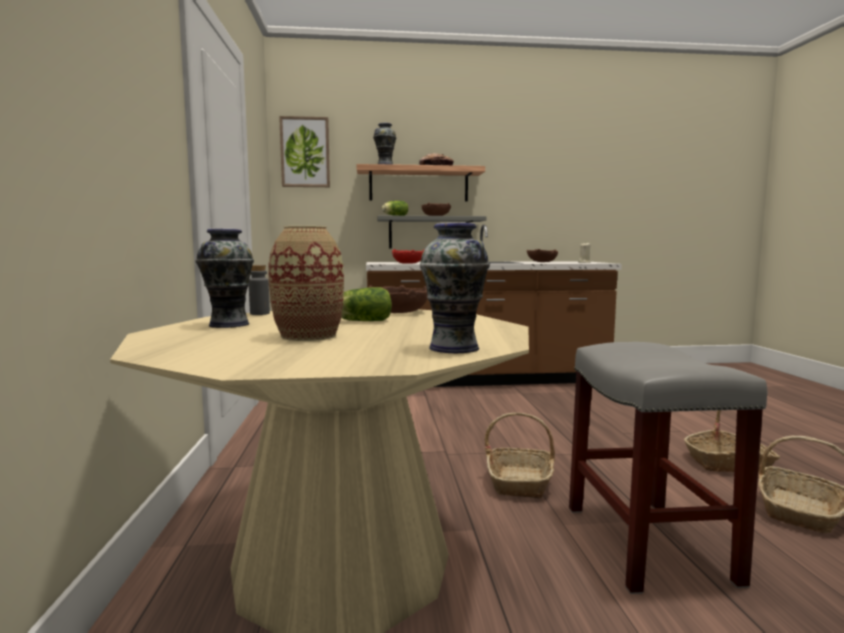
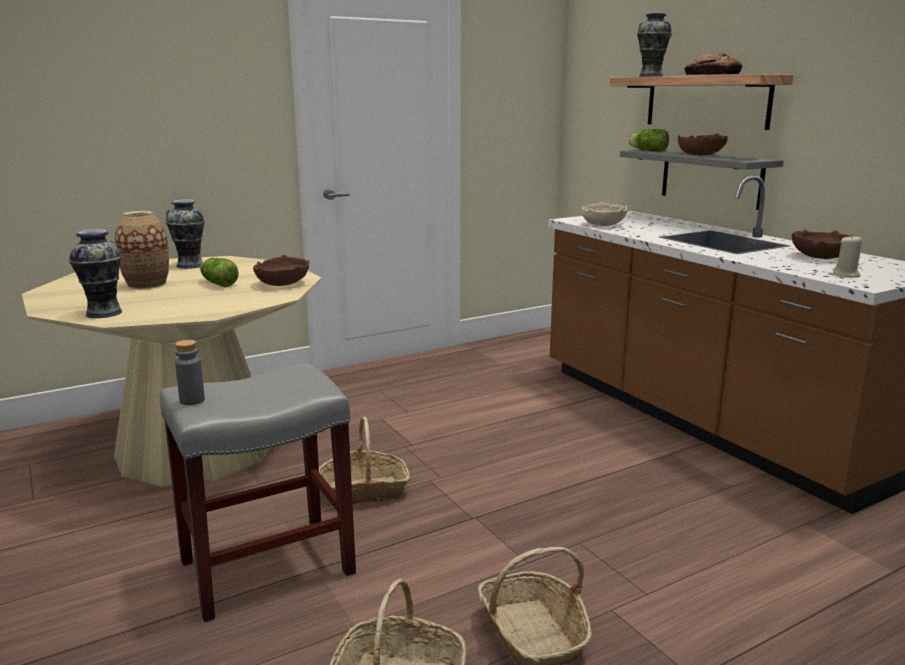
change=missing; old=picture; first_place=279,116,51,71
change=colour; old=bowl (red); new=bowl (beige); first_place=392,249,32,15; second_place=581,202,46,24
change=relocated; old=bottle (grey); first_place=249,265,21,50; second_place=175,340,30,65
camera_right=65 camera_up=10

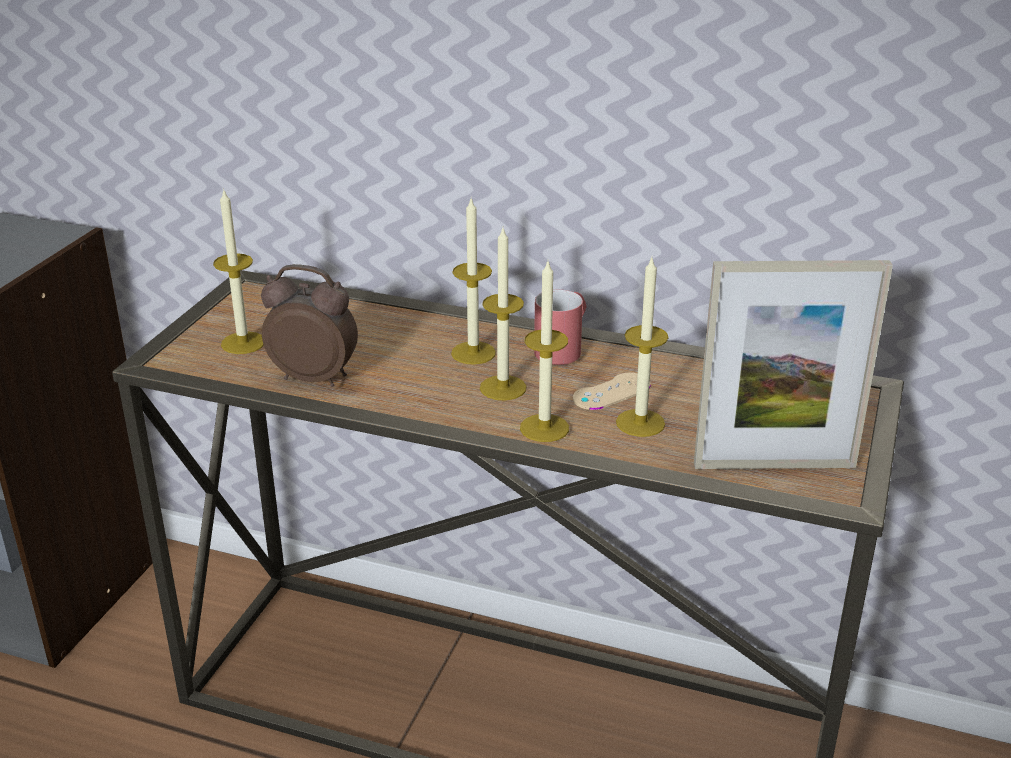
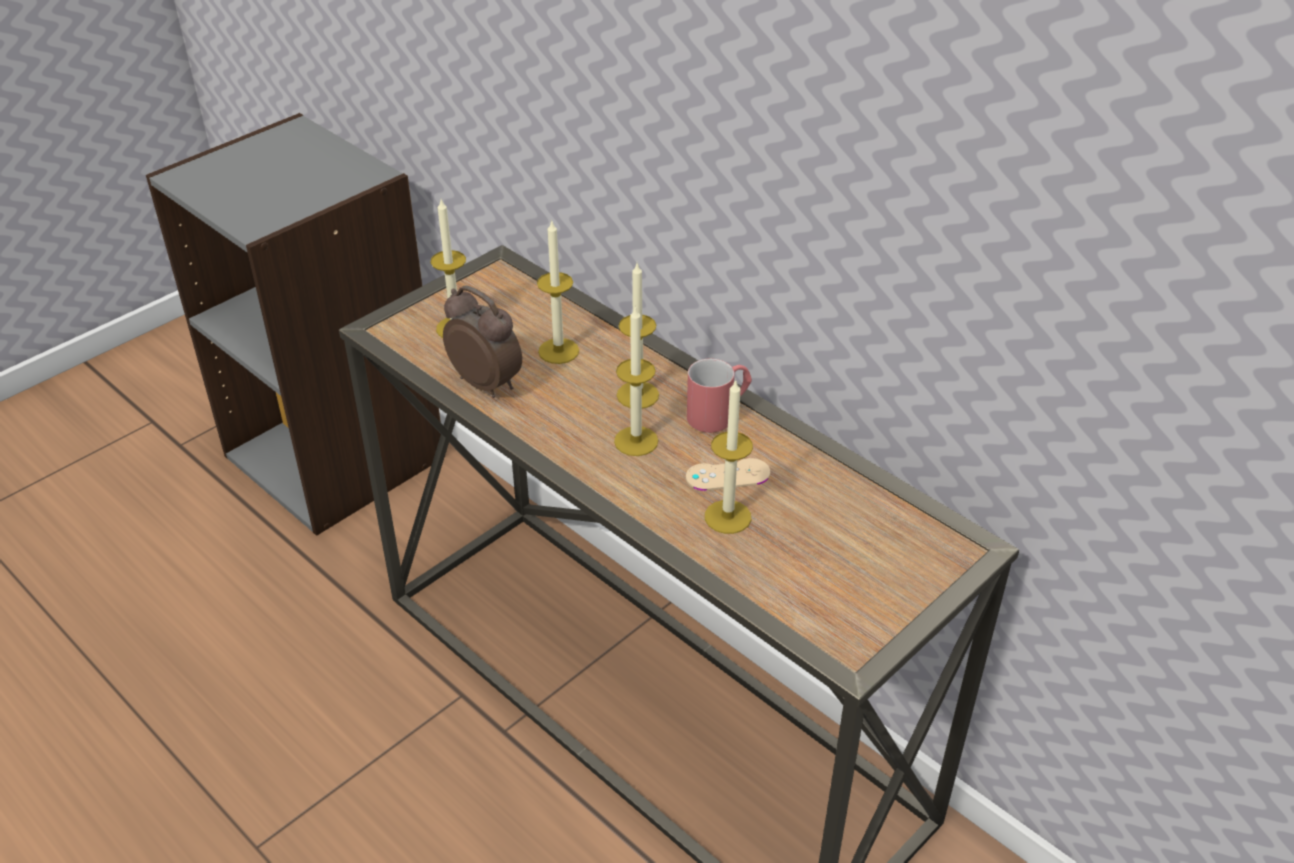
change=missing; old=picture frame; first_place=694,260,199,209
change=relocated; old=candle; first_place=520,262,49,180; second_place=537,219,42,145
camera_right=25 camera_up=10

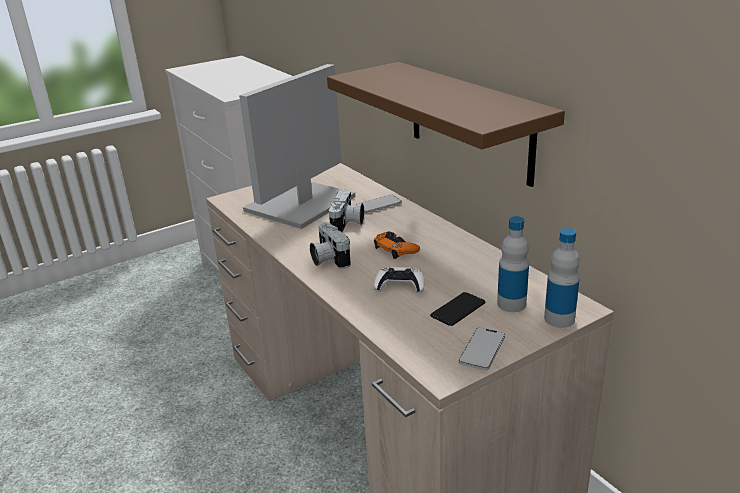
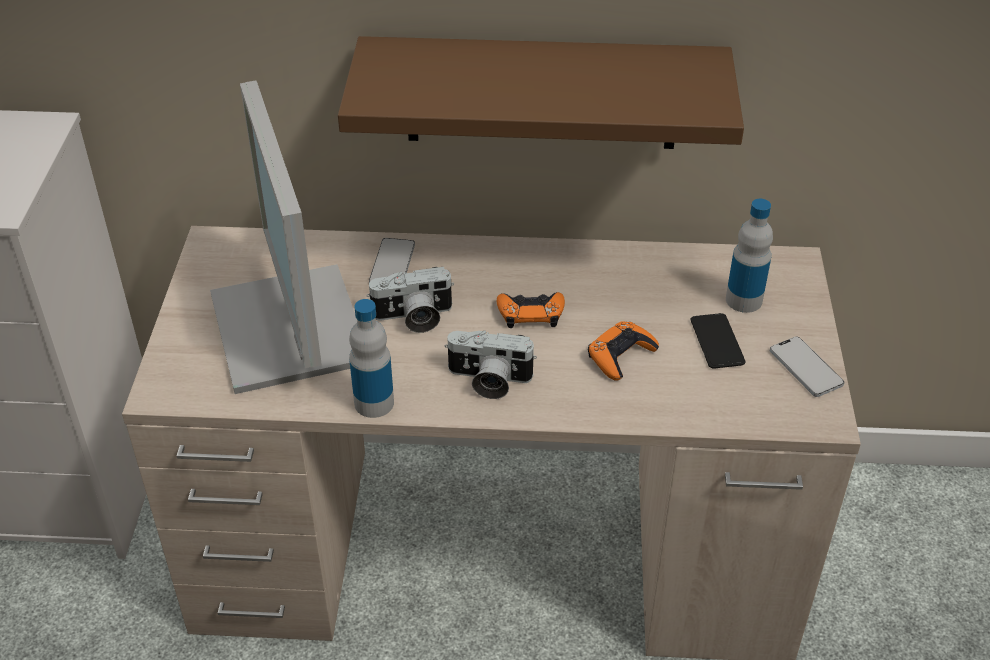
change=spun; old=photo camera; first_place=329,190,35,42; second_place=366,267,88,66; degrees=120
change=relocated; old=bottle; first_place=544,228,36,100; second_place=349,299,45,119
change=colour; old=game controller (white); new=game controller (orange); first_place=374,267,51,26; second_place=588,321,71,60
camera_right=-55 camera_up=15

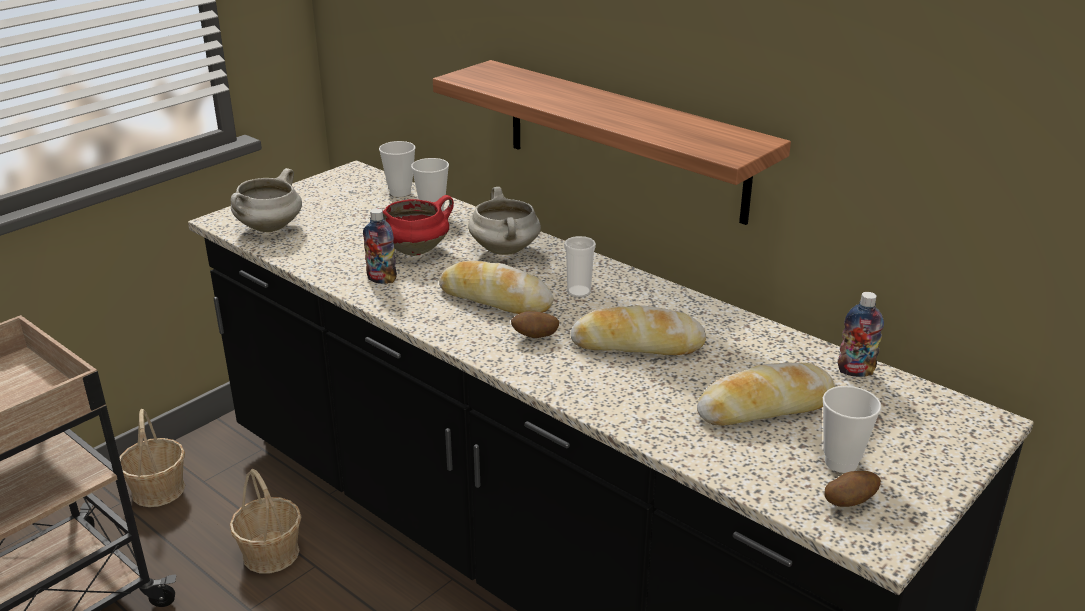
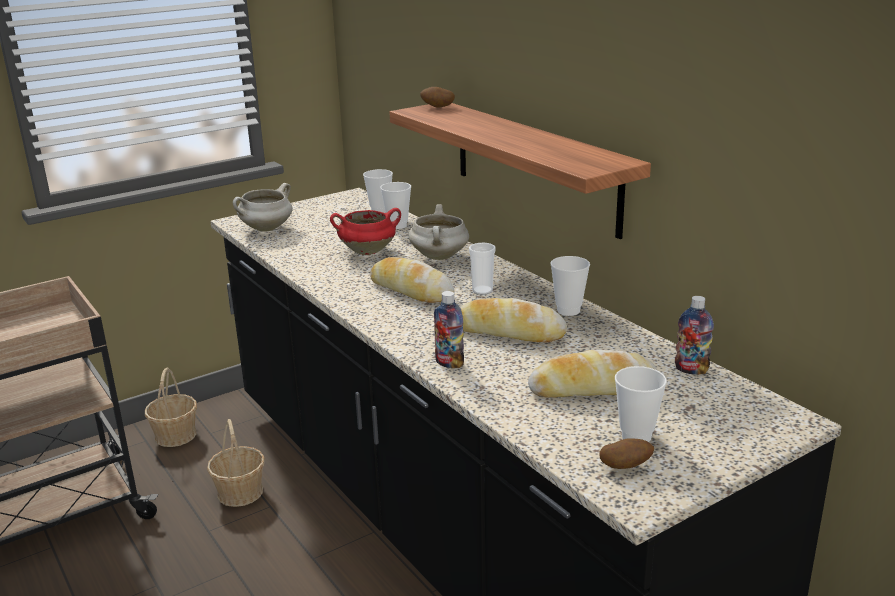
change=relocated; old=bottle; first_place=363,208,34,76; second_place=434,291,30,77
change=relocated; old=potato; first_place=511,311,48,27; second_place=420,87,35,21
change=appeared; new=cup; second_place=550,256,40,60
camera_right=15 camera_up=-5

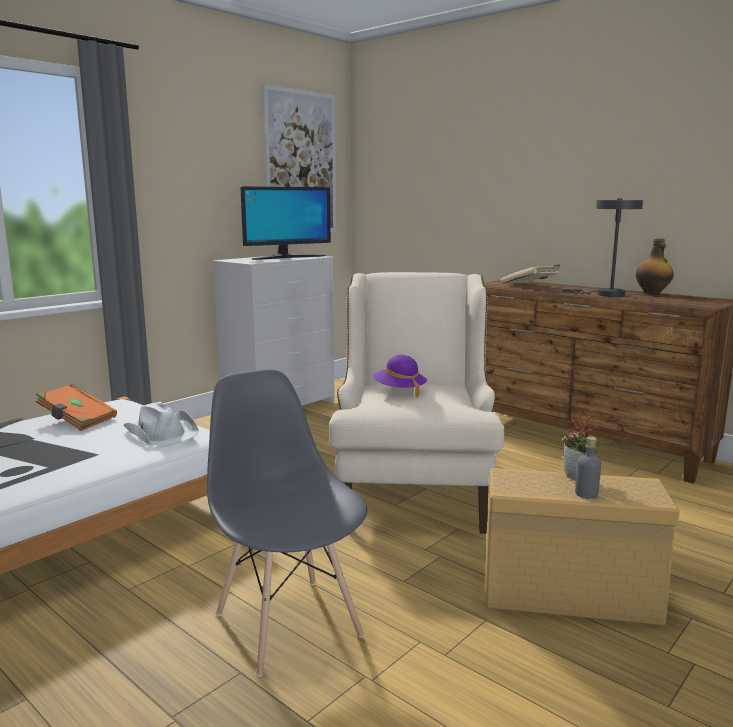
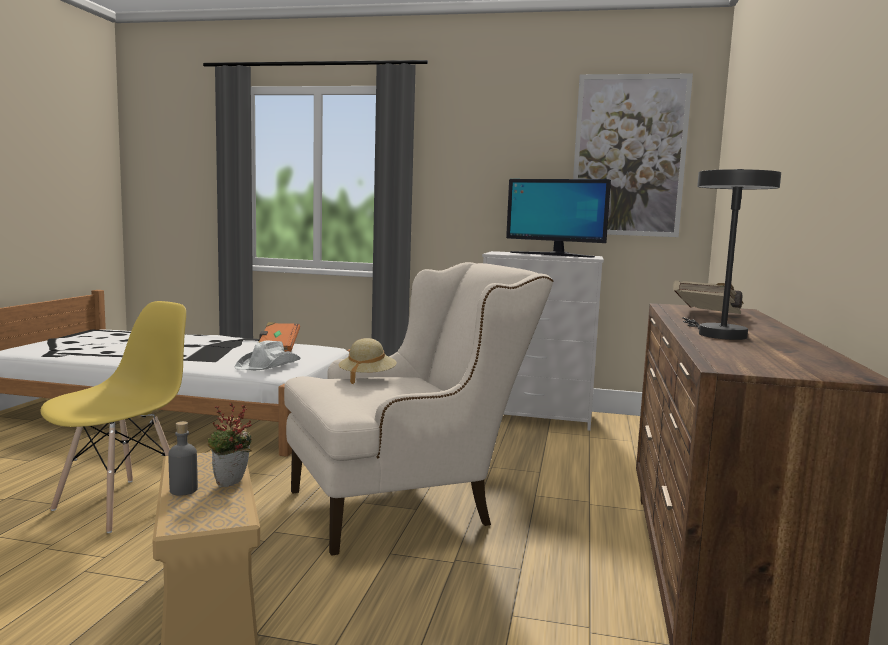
change=missing; old=bottle; first_place=636,238,38,57
change=colour; old=hat (purple); new=hat (beige); first_place=373,355,54,43; second_place=339,338,58,46
change=colour; old=chair (grey); new=chair (yellow); first_place=207,369,160,308; second_place=40,301,146,232
camera_right=60 camera_up=-5

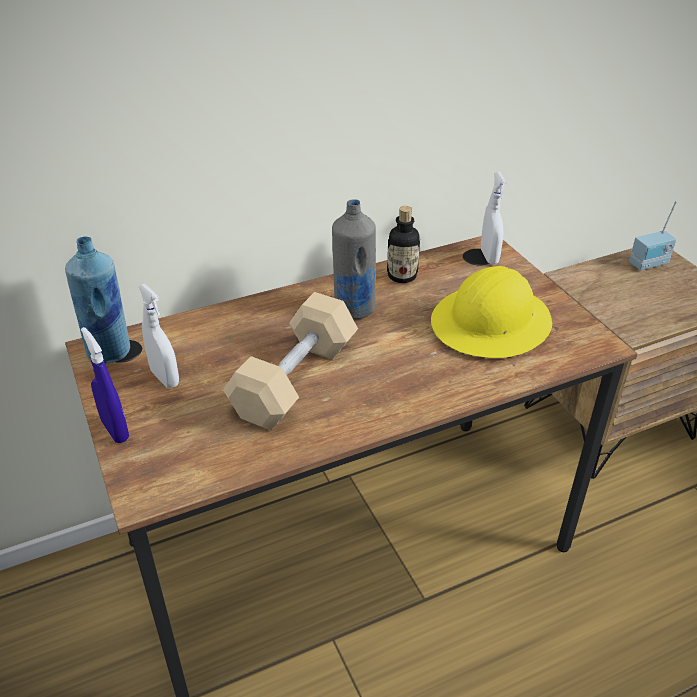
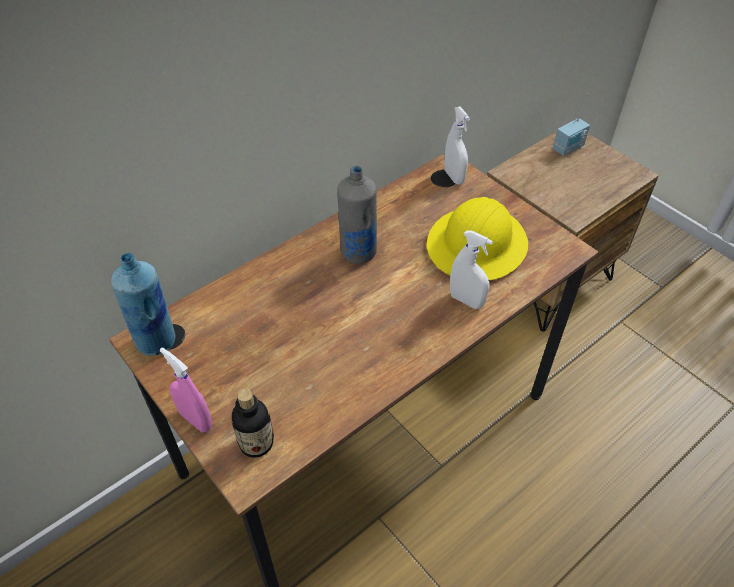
change=relocated; old=bottle; first_place=387,206,33,77; second_place=232,389,42,69
change=relocated; old=spray bottle (white); first_place=138,284,41,104; second_place=450,230,43,79
change=missing; old=dumbbell (beige); first_place=223,292,135,139
change=colour; old=spray bottle (blue); new=spray bottle (pink); first_place=81,327,48,116; second_place=160,348,52,84
camera_right=-15 camera_up=10

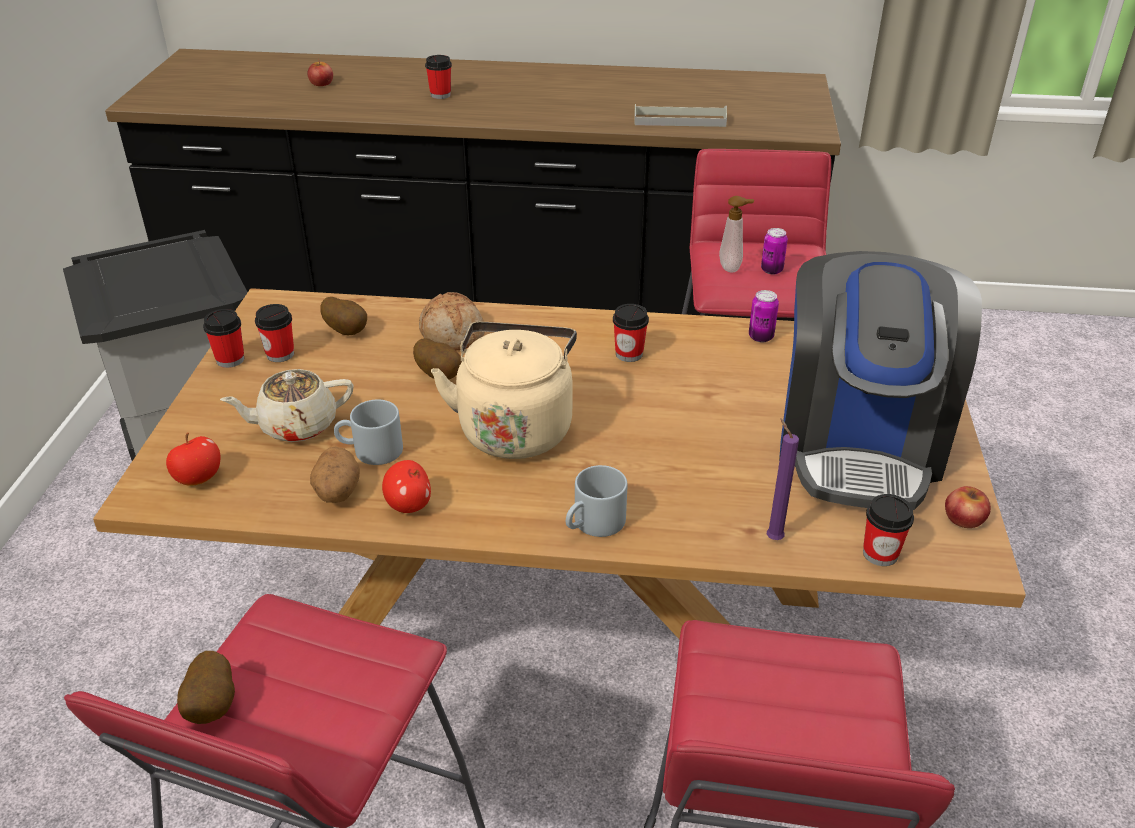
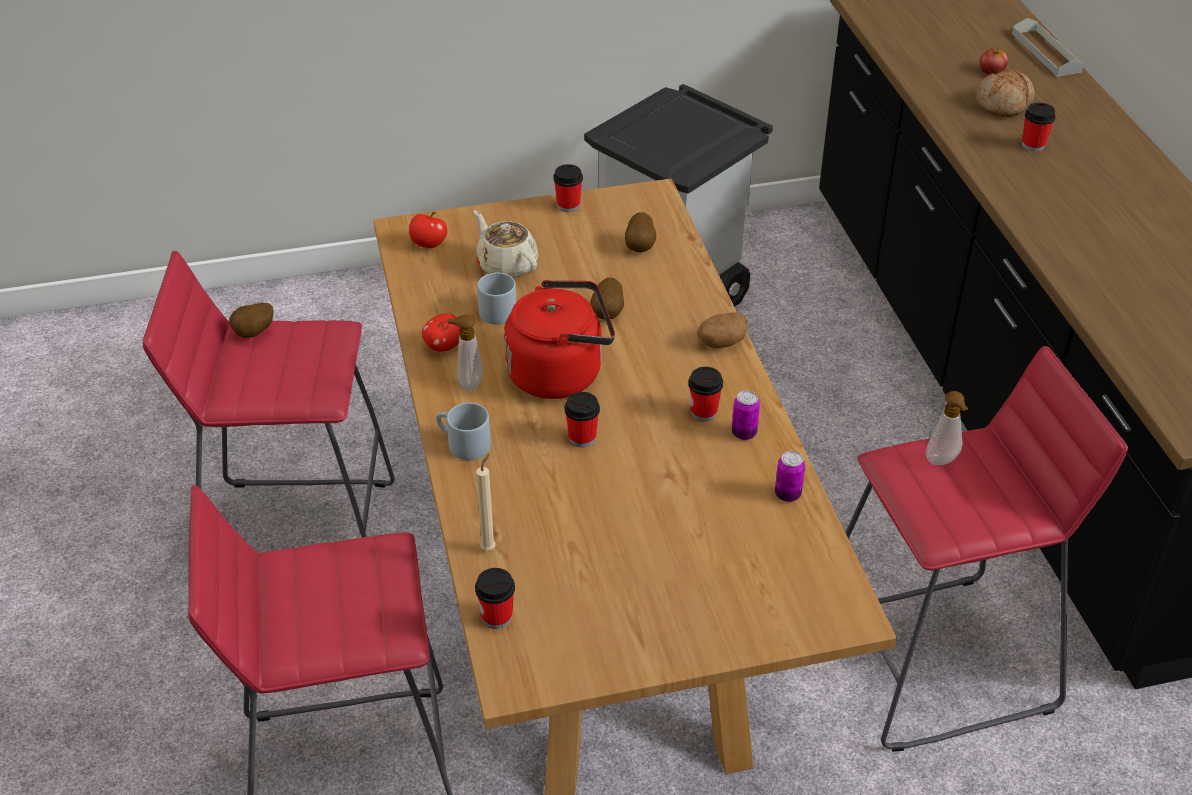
change=relocated; old=tray (grey); first_place=634,104,93,23; second_place=1012,18,72,59
change=relocated; old=can; first_place=761,228,27,47; second_place=732,390,28,50
change=missing; old=coffee machine; first_place=779,251,203,259
change=relocated; old=bread; first_place=419,292,66,59; second_place=976,70,59,47
change=relocated; old=cup; first_place=255,304,39,58; second_place=564,392,36,56
change=colour; old=kettle (beige); new=kettle (red); first_place=431,322,146,137; second_place=504,280,111,119
change=colour; old=candle (purple); new=candle (beige); first_place=767,418,32,122; second_place=476,454,19,97
change=relocated; old=potato; first_place=310,447,50,56; second_place=697,312,51,36
change=missing; old=apple; first_place=945,486,46,42
change=appeared; new=soap dispenser; second_place=447,315,35,76
camera_right=70 camera_up=5

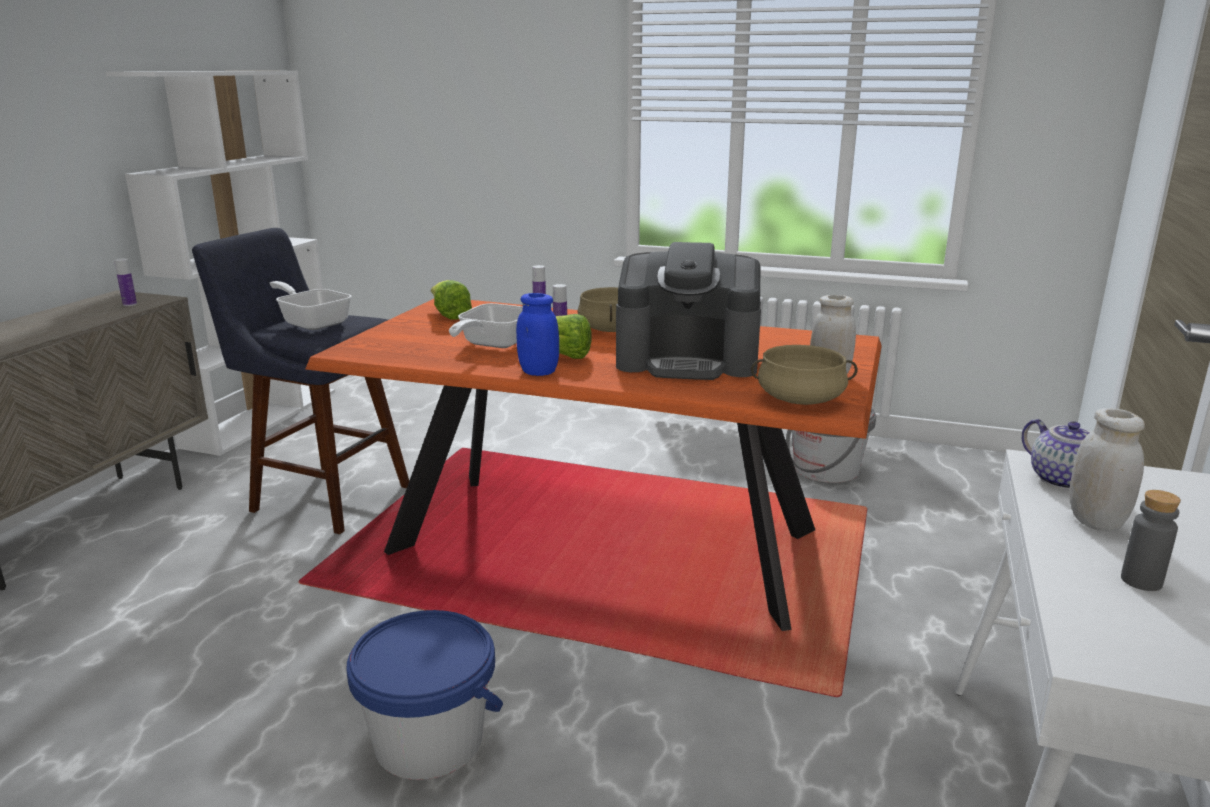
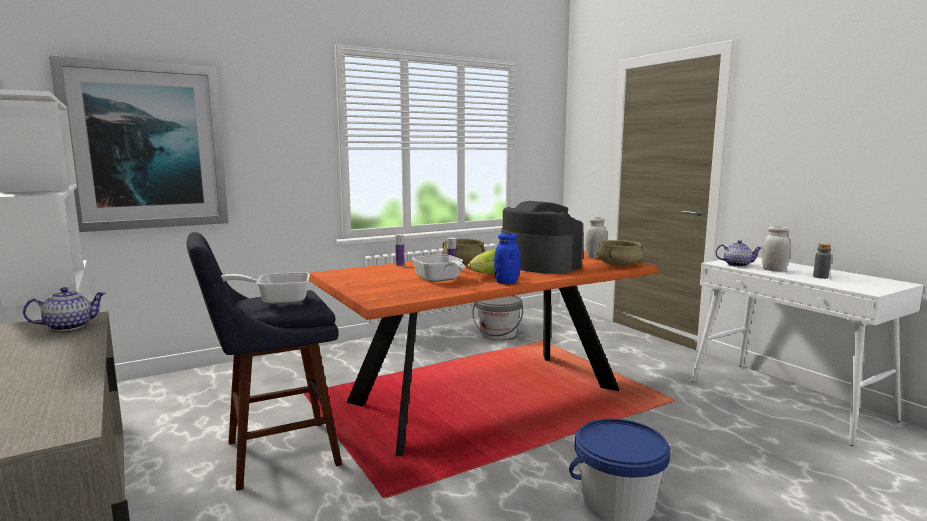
change=spun; old=coffee machine; first_place=616,242,145,138; second_place=501,201,82,73; degrees=-90
change=exchanged; old=bottle; new=teapot; first_place=114,258,23,48; second_place=23,287,83,44
change=missing; old=lettuce; first_place=431,280,41,40
change=appeared; new=picture; second_place=49,55,179,177
camera_right=-50 camera_up=-10

